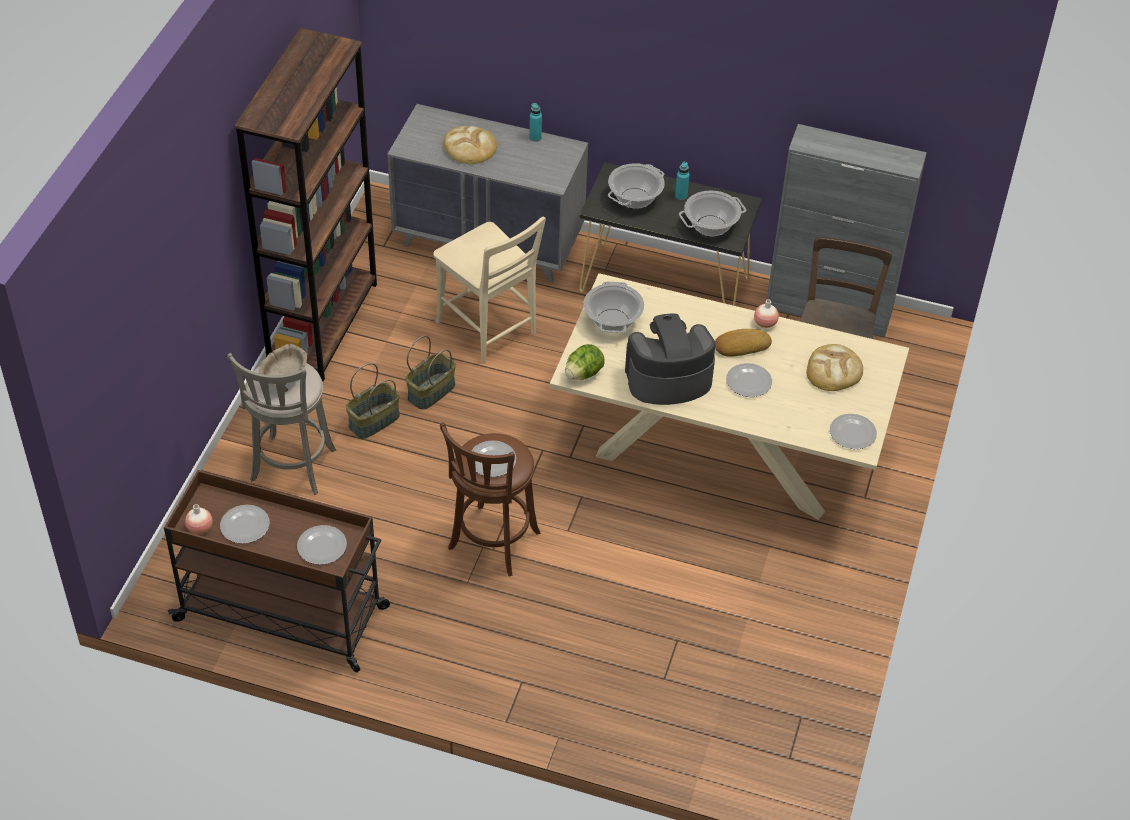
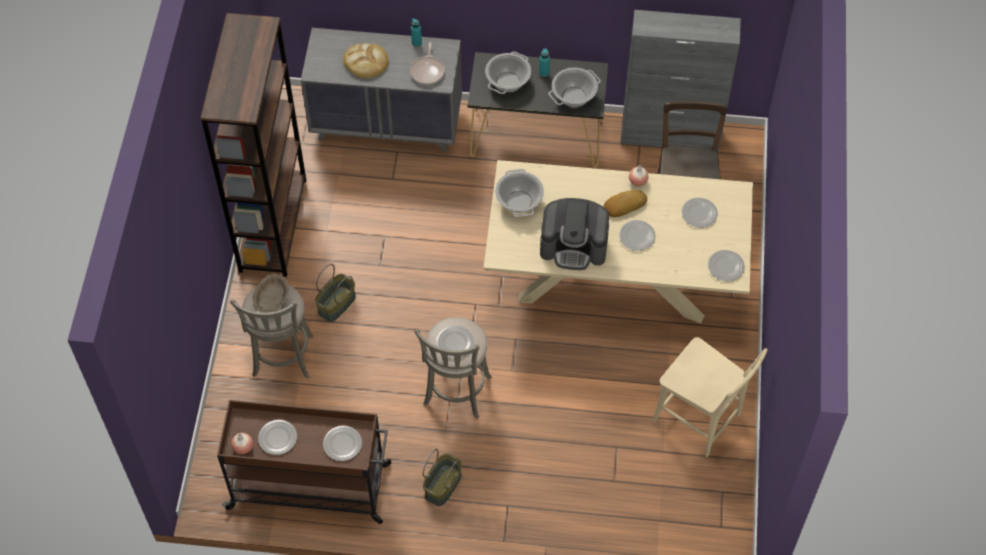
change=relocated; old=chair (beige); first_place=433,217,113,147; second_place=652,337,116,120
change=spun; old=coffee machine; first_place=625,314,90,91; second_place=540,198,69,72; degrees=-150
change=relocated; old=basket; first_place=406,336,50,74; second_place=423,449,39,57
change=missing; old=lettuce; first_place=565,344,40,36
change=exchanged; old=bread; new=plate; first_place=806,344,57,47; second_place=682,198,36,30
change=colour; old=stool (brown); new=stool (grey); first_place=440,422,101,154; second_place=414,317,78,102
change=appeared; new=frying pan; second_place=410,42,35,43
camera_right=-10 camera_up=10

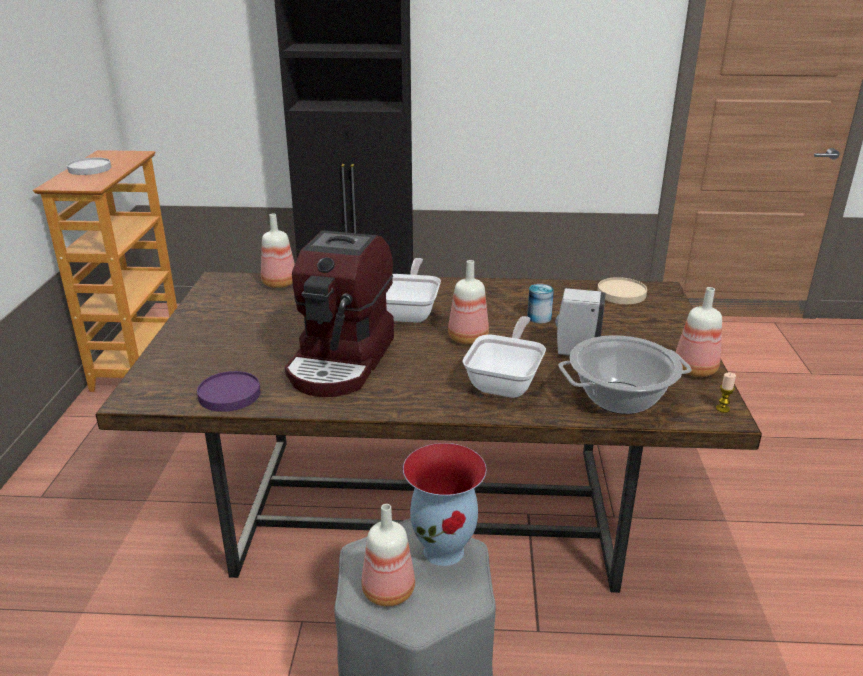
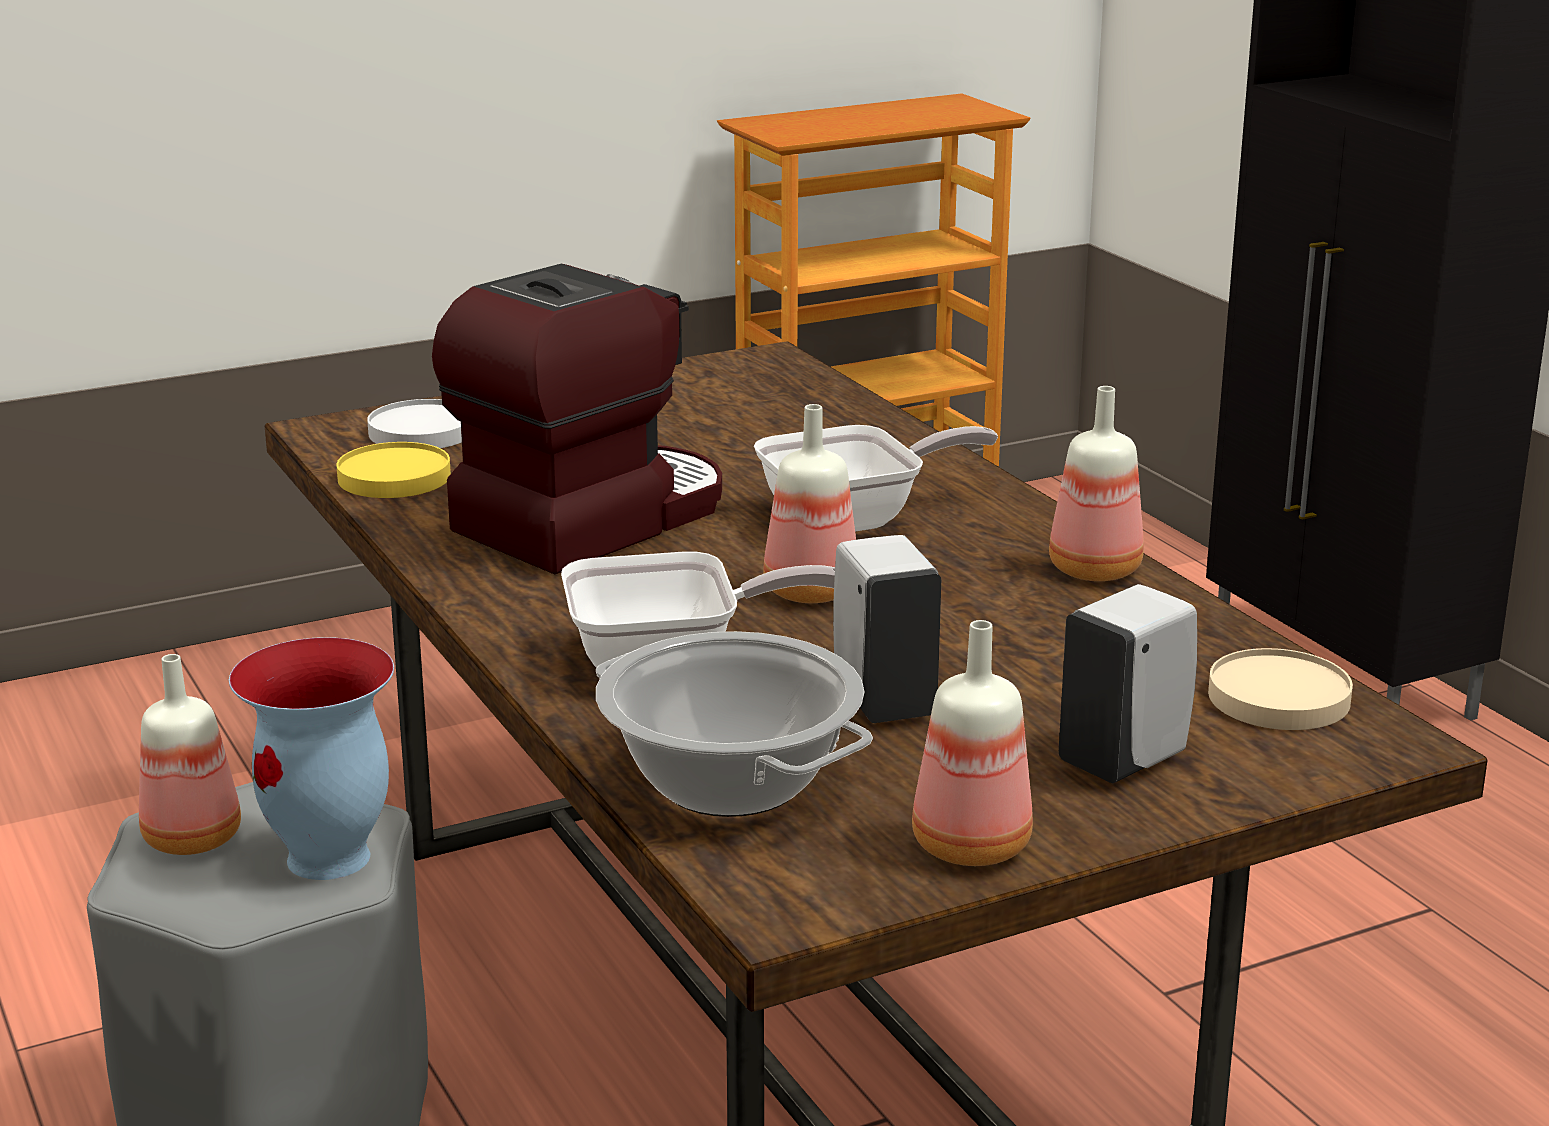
change=relocated; old=plate (white); first_place=67,157,44,18; second_place=367,399,95,49
change=relocated; old=bottle; first_place=261,214,34,74; second_place=1049,386,95,195
change=spun; old=coffee machine; first_place=285,230,109,167; second_place=432,264,290,311; degrees=150
change=missing; old=can; first_place=527,284,27,39
change=colour; old=plate (purple); new=plate (yellow); first_place=197,371,64,41; second_place=336,442,115,56
change=missing; old=candle; first_place=716,373,20,40
change=appeared; new=soap dispenser (white); second_place=1059,584,138,199
camera_right=60 camera_up=-5

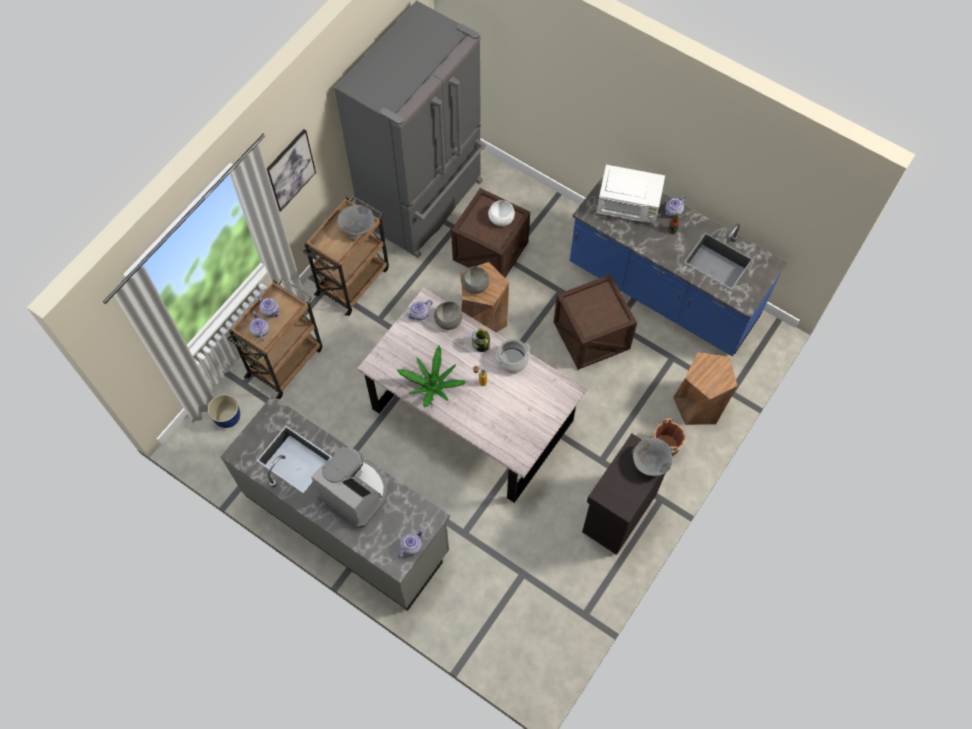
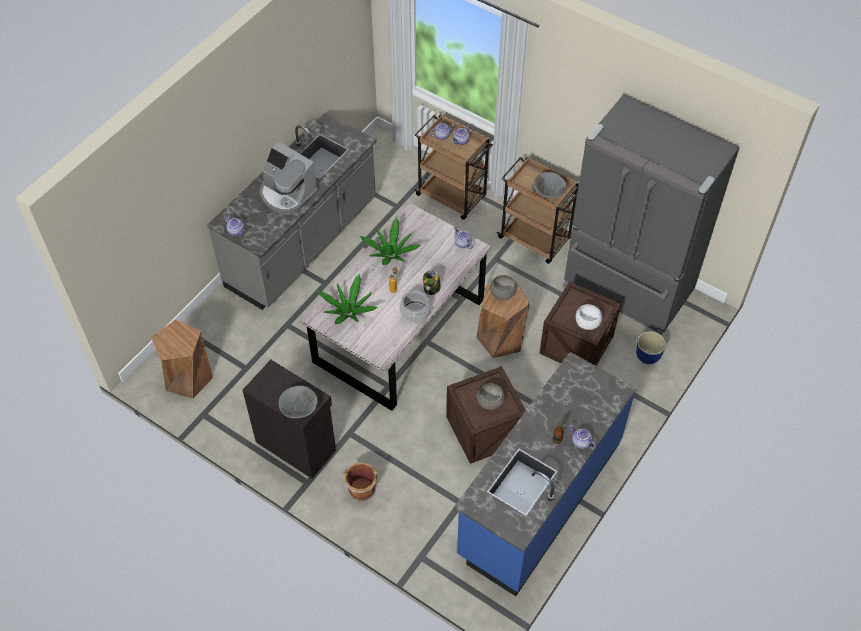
change=missing; old=picture; first_place=267,129,49,83
change=missing; old=microwave (white); first_place=597,165,68,59
change=relocated; old=bowl (grey); first_place=434,302,28,28; second_place=477,383,28,27
change=relocated; old=stool (brown); first_place=673,352,65,73; second_place=151,319,62,80
change=relocated; old=planter; first_place=208,394,32,34; second_place=636,331,30,33
change=spun; old=coffee machine; first_place=311,447,76,81; second_place=260,142,58,73; degrees=90
change=appeared; new=potted plant; second_place=317,274,61,50
camera_right=90 camera_up=-10

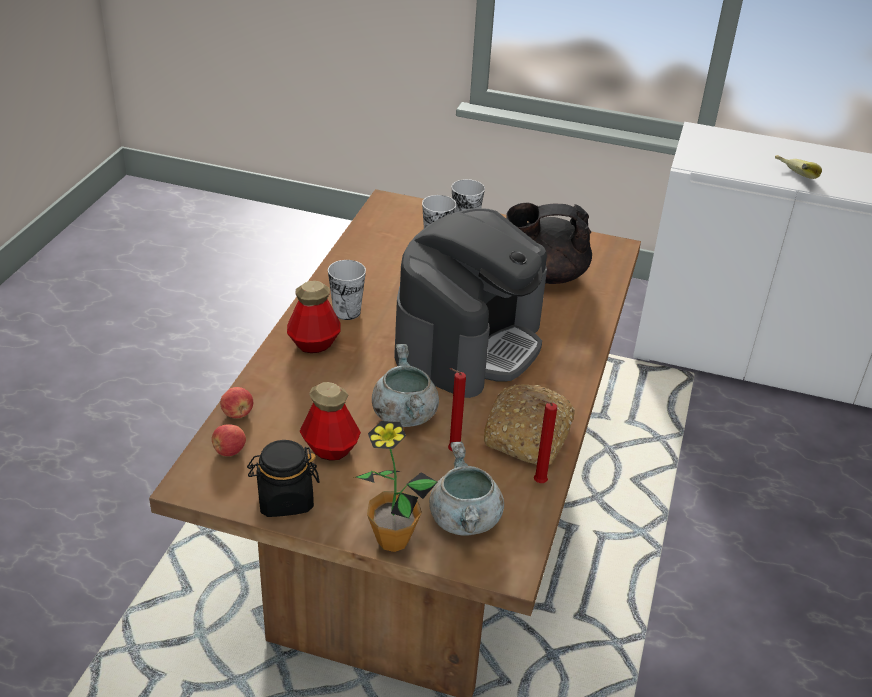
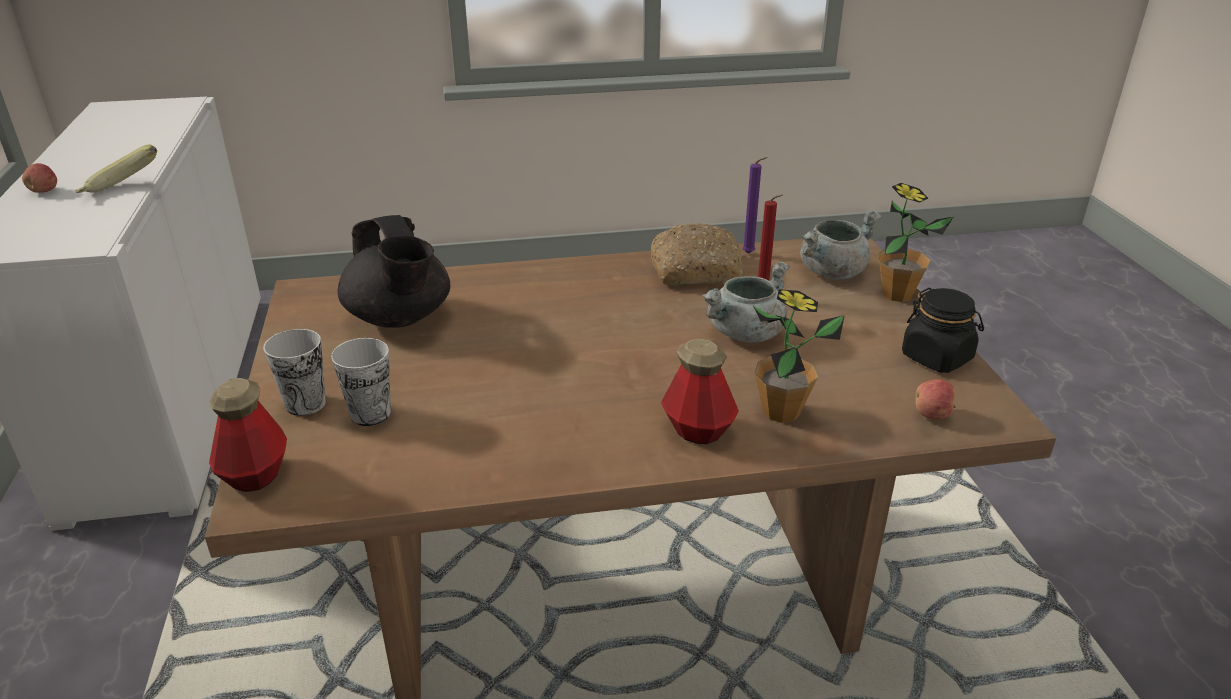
change=missing; old=coffee machine; first_place=394,208,153,190
change=missing; old=cup; first_place=328,260,38,60
change=relocated; old=bottle; first_place=299,382,62,79; second_place=209,378,78,114
change=relocated; old=apple; first_place=220,387,33,31; second_place=22,163,35,30
change=colour; old=candle (red); new=candle (purple); first_place=534,400,23,83; second_place=742,157,25,97
change=appeared; new=potted plant; second_place=752,289,93,134
camera_right=-115 camera_up=-5

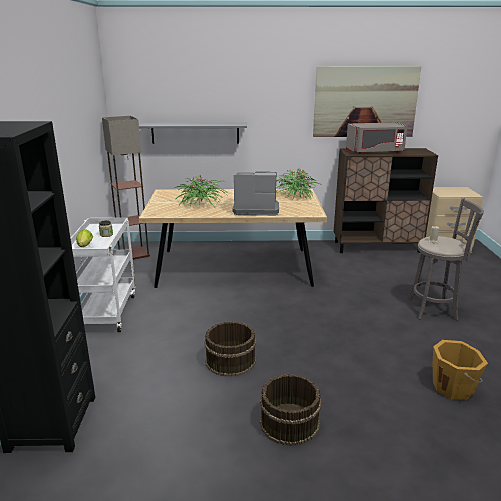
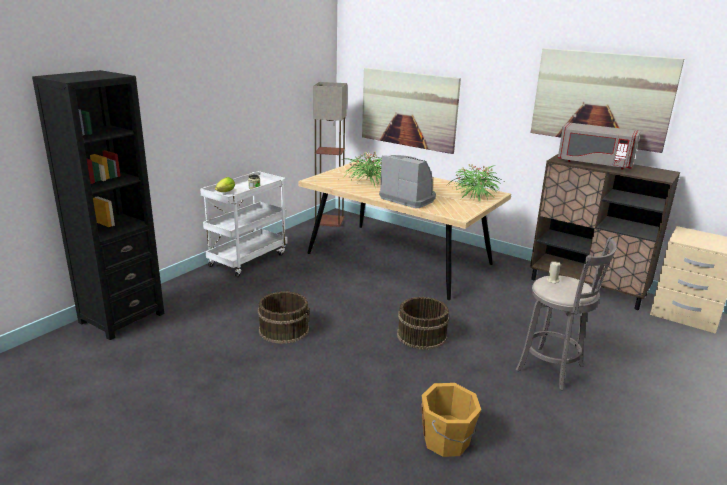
change=exchanged; old=shelf (grey); new=picture; first_place=139,122,108,22; second_place=362,68,99,86
change=relocated; old=bucket (brown); first_place=260,374,61,72; second_place=397,297,52,53
camera_right=35 camera_up=0

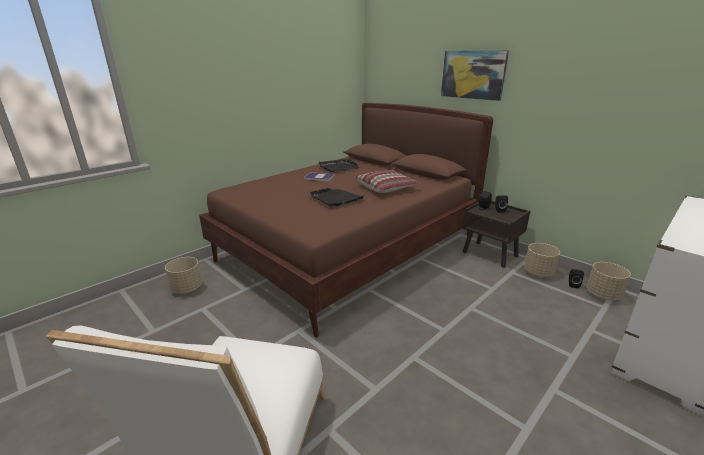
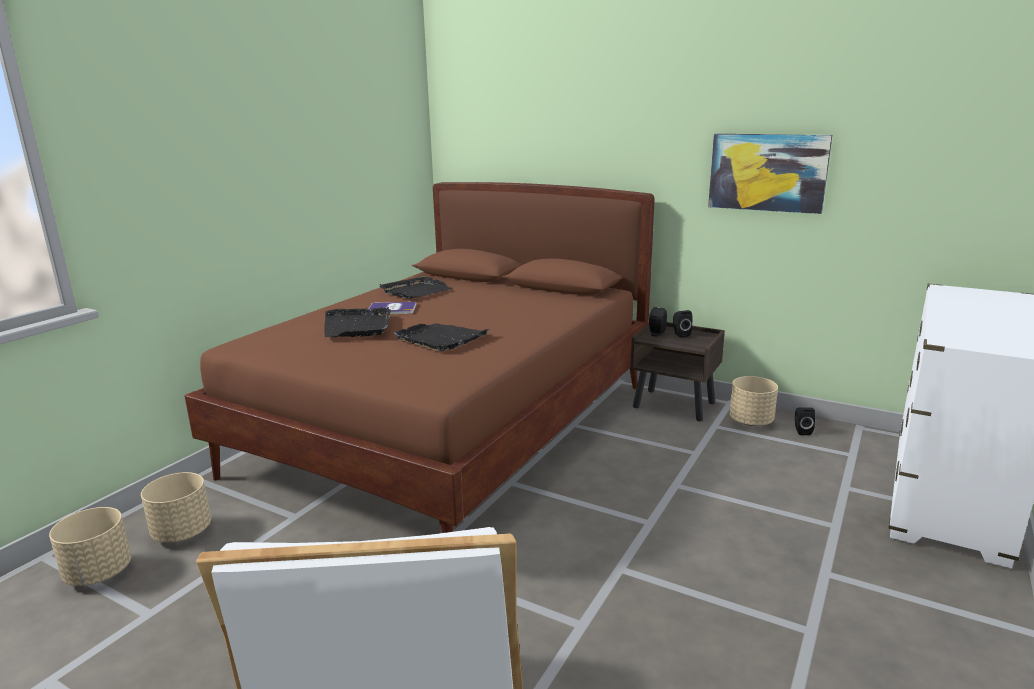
change=relocated; old=picture; first_place=441,50,68,51; second_place=708,134,124,80
change=missing; old=pillow; first_place=354,170,67,23
change=relocated; old=planter (beige); first_place=587,262,44,38; second_place=49,507,82,79
change=appeared; new=tray (black); second_place=324,307,67,30
camera_right=-15 camera_up=-5

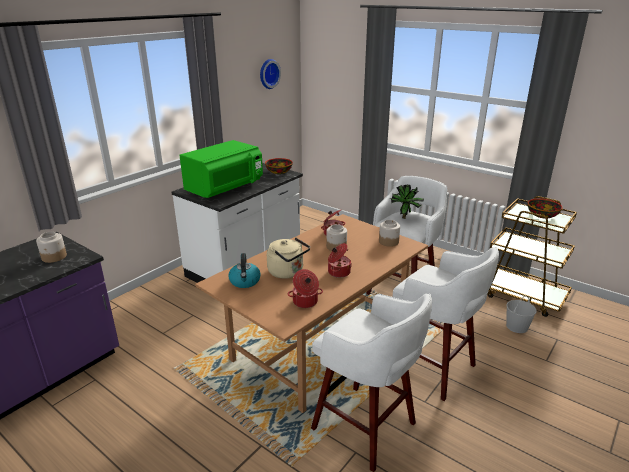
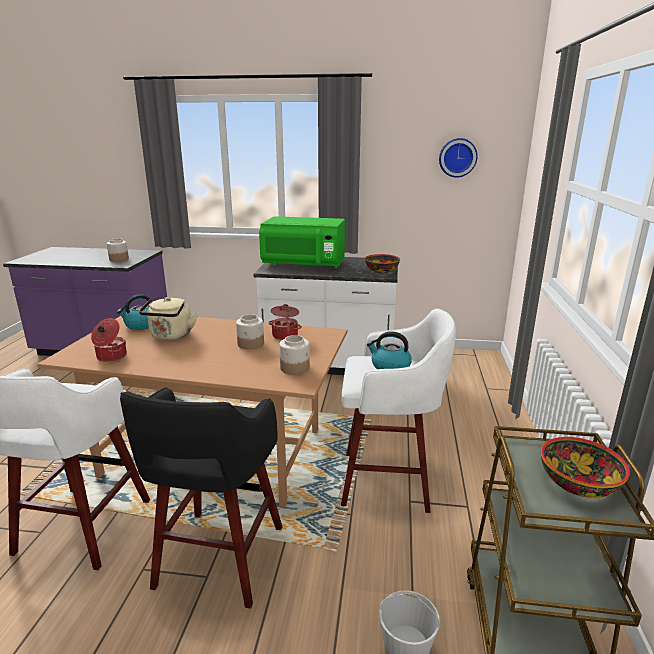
change=exchanged; old=potted plant; new=kettle; first_place=390,185,34,34; second_place=367,331,45,38
change=missing; old=cooking pot; first_place=328,243,24,35
change=colour; old=stool (white); new=stool (black); first_place=393,247,106,154; second_place=120,387,162,222
camera_right=60 camera_up=-5

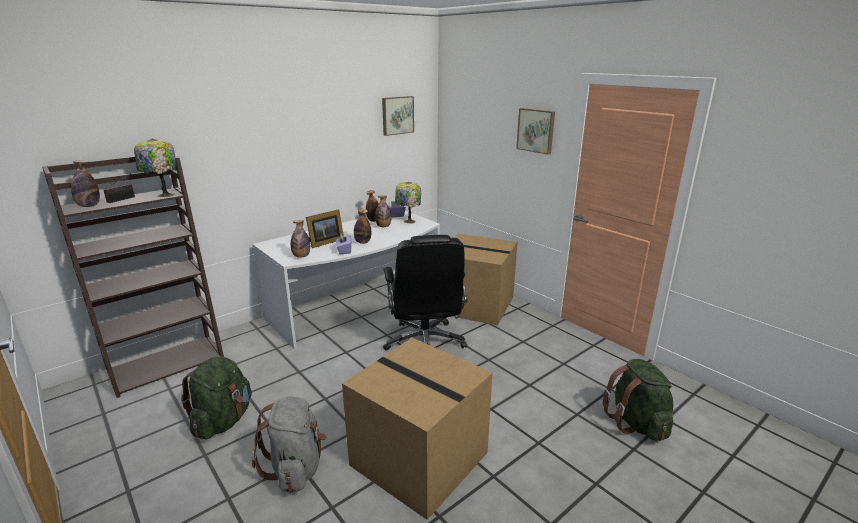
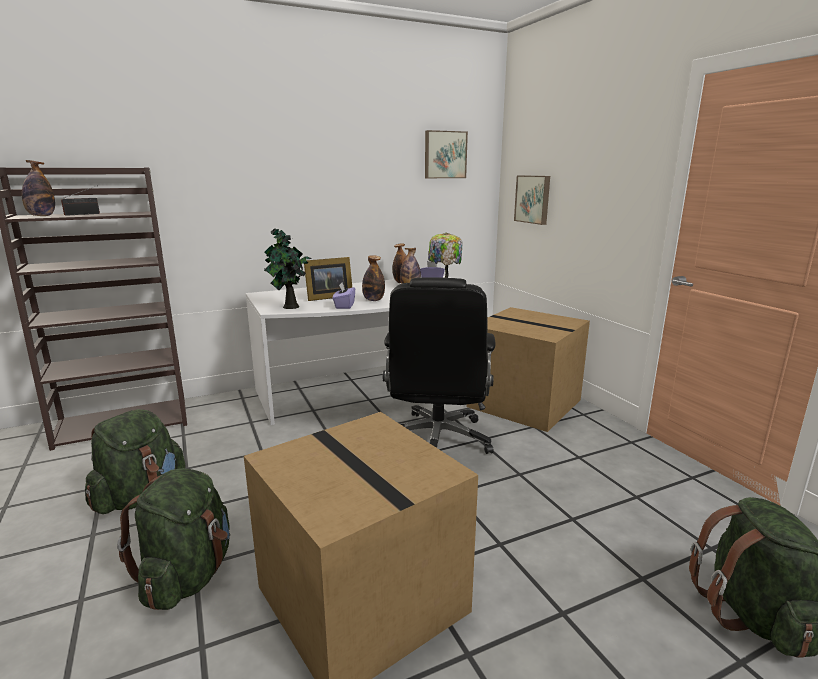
change=relocated; old=picture; first_place=516,108,39,47; second_place=514,175,36,50
change=missing; old=table lamp; first_place=134,139,43,58
change=exchanged; old=bottle; new=potted plant; first_place=291,220,19,38; second_place=264,228,48,81
change=colour; old=backpack (grey); new=backpack (green); first_place=252,397,74,96; second_place=117,468,113,142
camera_right=15 camera_up=-5

